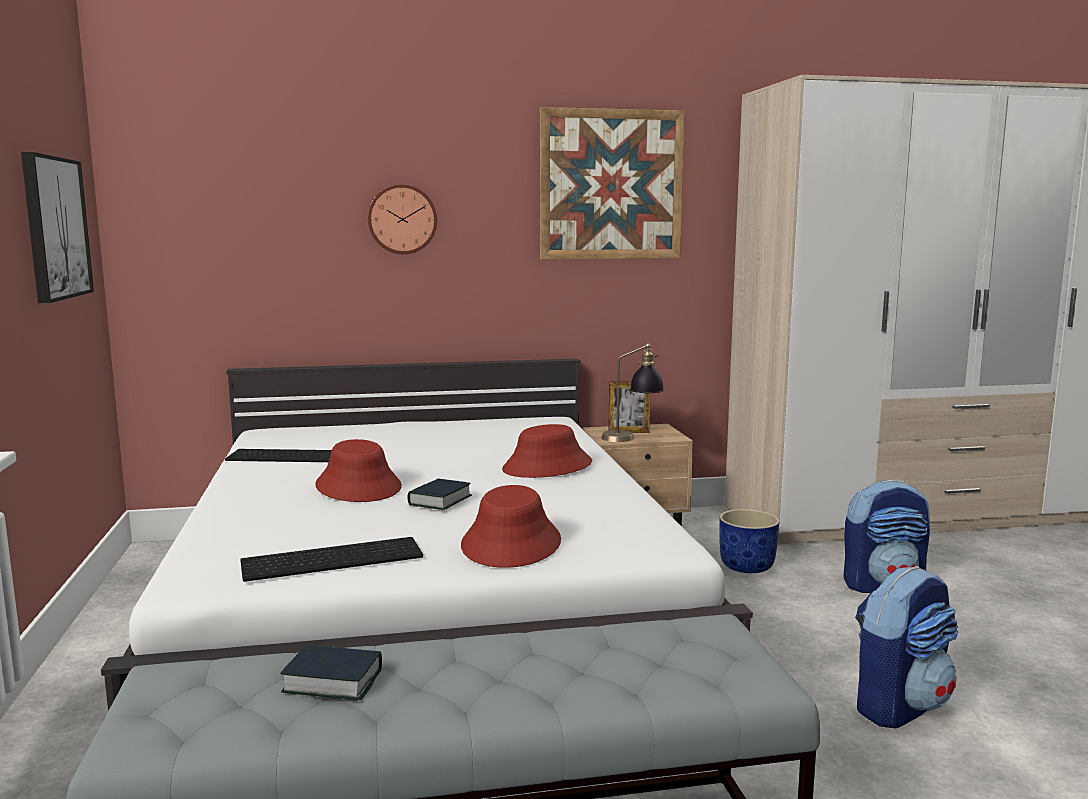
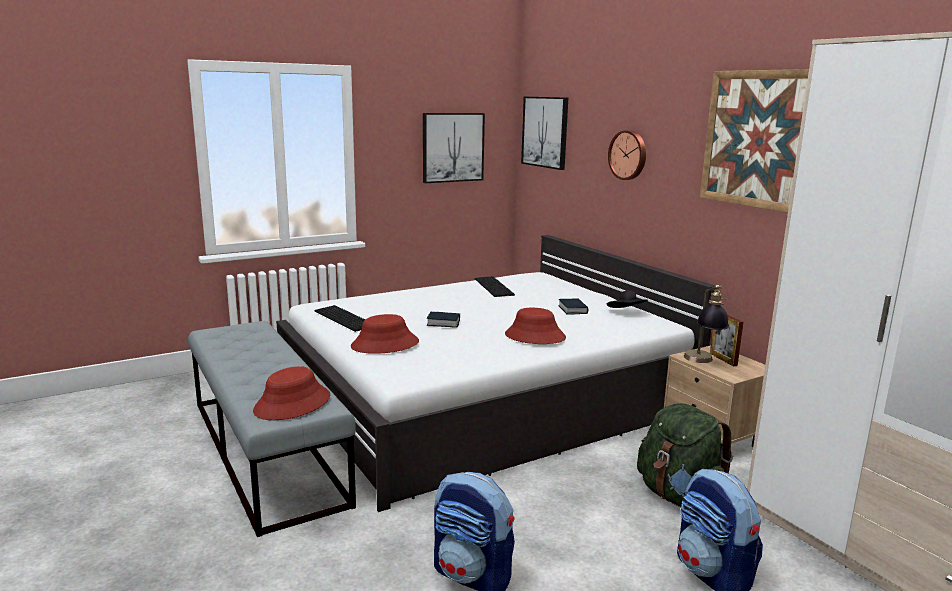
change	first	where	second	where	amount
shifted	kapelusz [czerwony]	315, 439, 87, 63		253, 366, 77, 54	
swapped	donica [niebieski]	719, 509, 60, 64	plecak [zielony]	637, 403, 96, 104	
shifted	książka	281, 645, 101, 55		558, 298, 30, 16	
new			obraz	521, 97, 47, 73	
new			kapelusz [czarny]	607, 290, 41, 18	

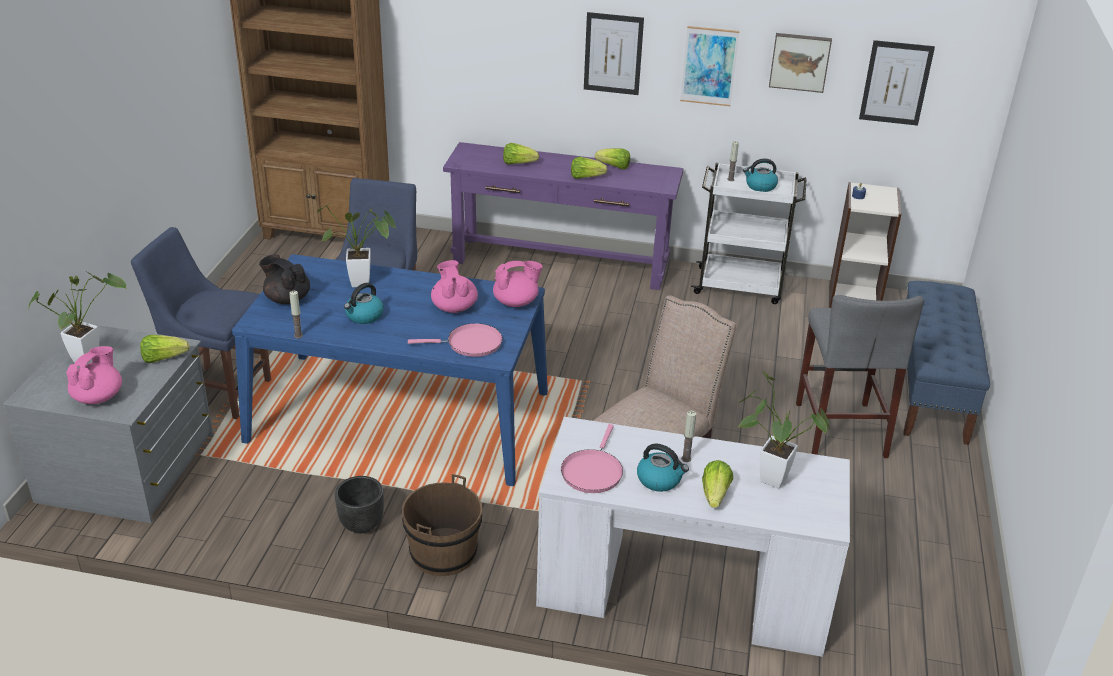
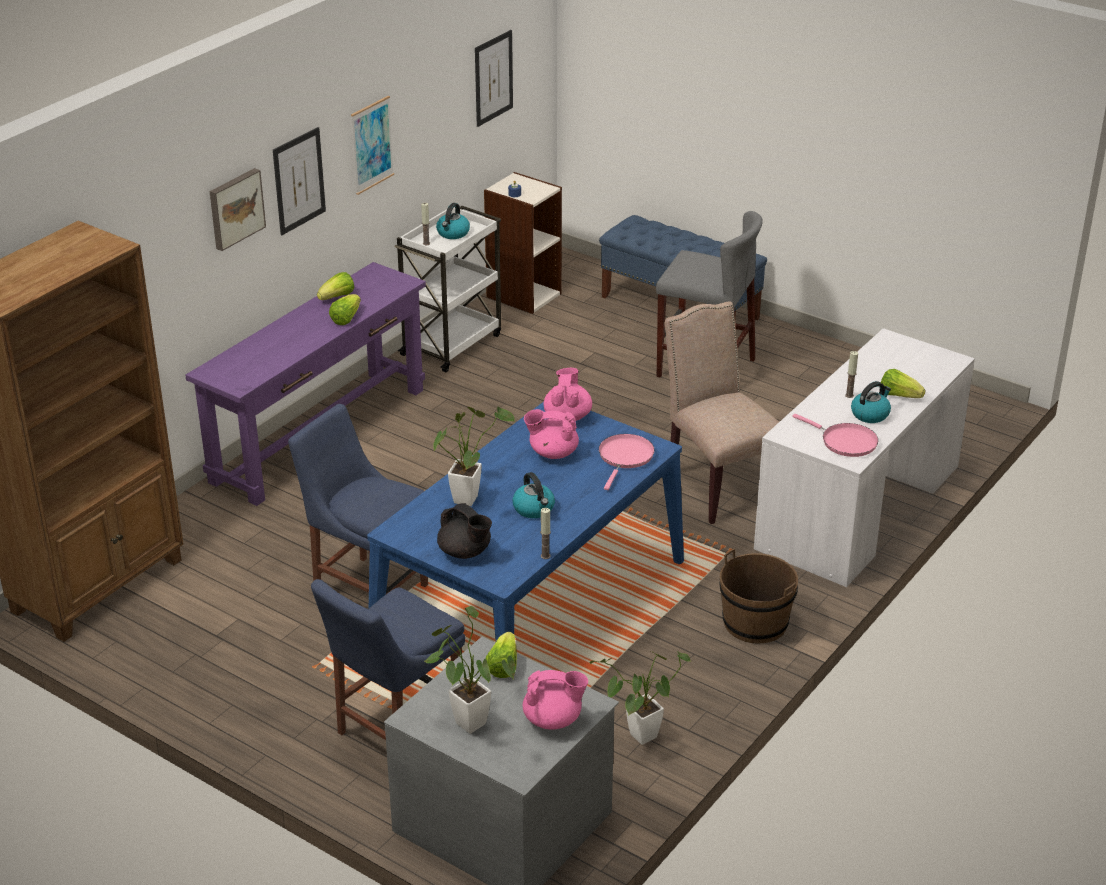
change	first	where	second	where	amount
shifted	obraz	769, 33, 63, 60		210, 168, 56, 83	
gone	sałata	503, 143, 36, 21			
rotated	imbryk [czarny]	259, 254, 51, 50		437, 503, 55, 56	105 degrees counterclockwise
rotated	imbryk [różowy]	66, 346, 56, 58		523, 670, 65, 59	135 degrees clockwise
shifted	roślina doniczkowa	738, 371, 92, 118		590, 651, 100, 94	
gone	donica [czarny]	335, 476, 49, 57			

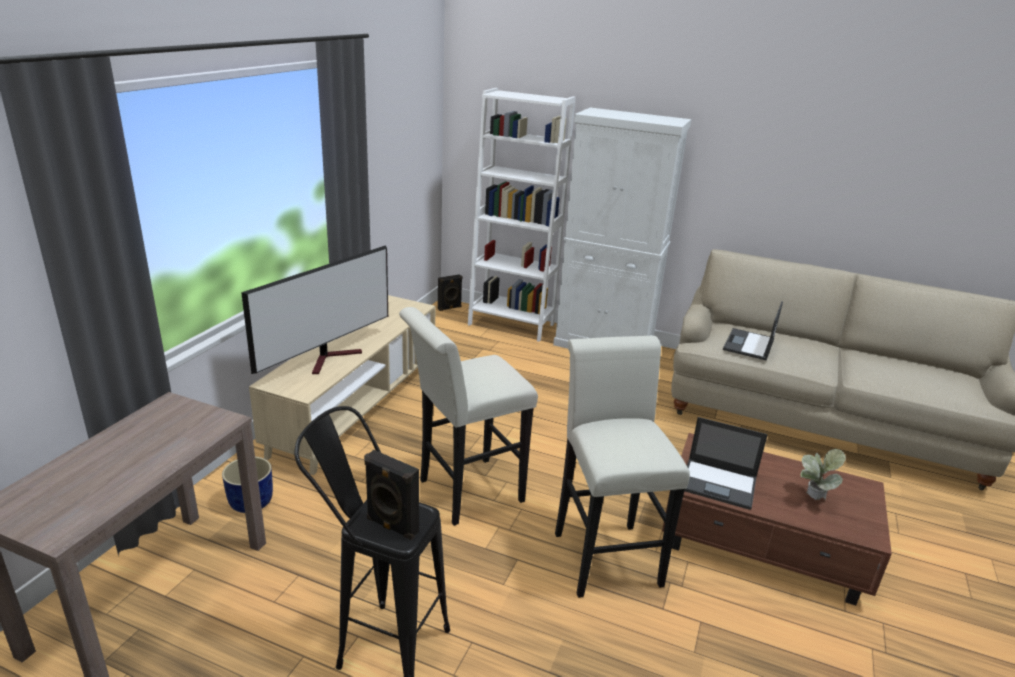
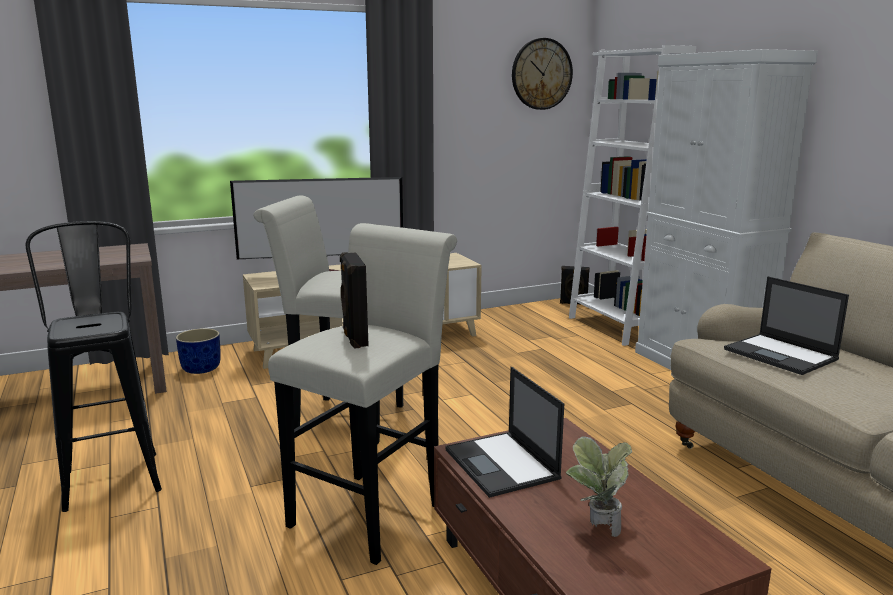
change	first	where	second	where	amount
rotated	laptop	723, 301, 60, 60		724, 276, 125, 99	105 degrees counterclockwise
shifted	głośnik [czarny]	364, 450, 55, 90		340, 252, 29, 97	
new			zegar ścienny	512, 38, 61, 72	

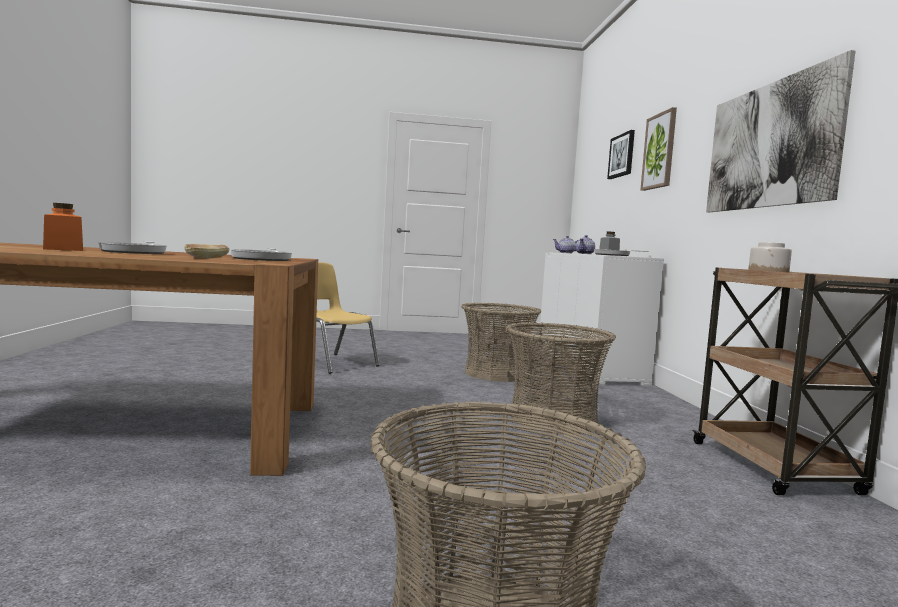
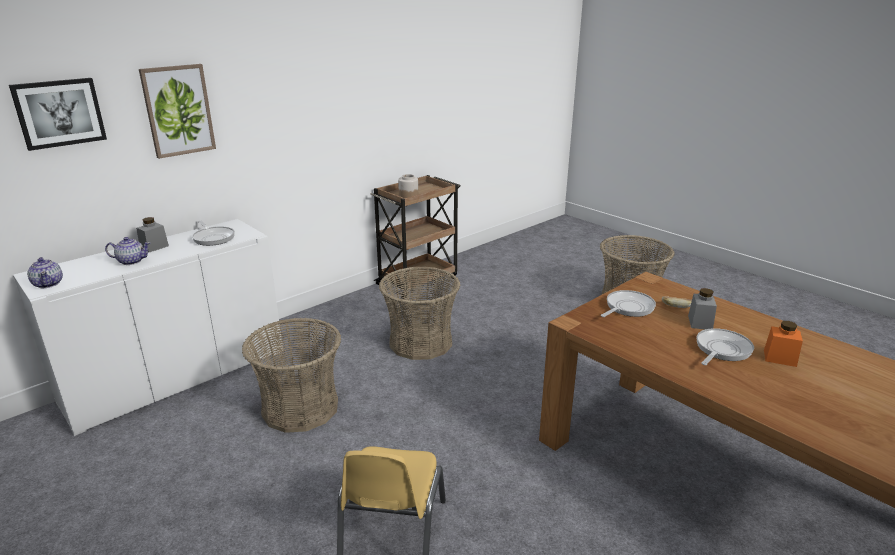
change	first	where	second	where	amount
gone	obraz	706, 50, 149, 162			
new			słoik [szary]	688, 288, 29, 41	

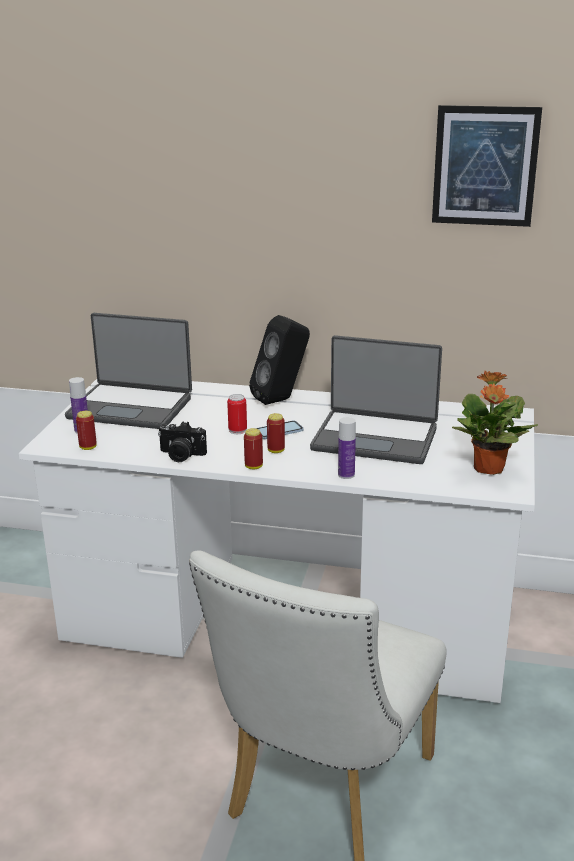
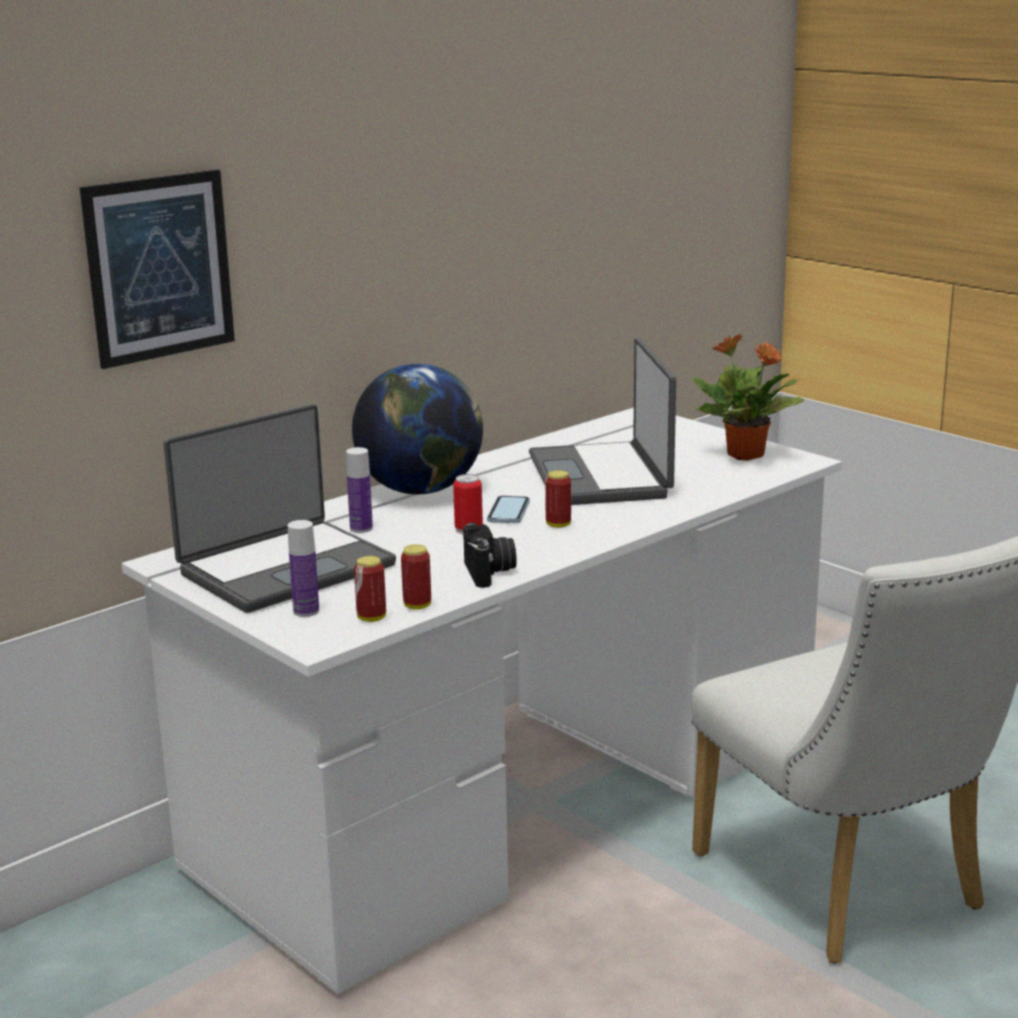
change	first	where	second	where	amount
shifted	obraz	432, 105, 110, 122		79, 170, 156, 199	
swapped	głośnik [czarny]	249, 315, 61, 90	globus	352, 364, 131, 131	
rotated	laptop	310, 335, 132, 129		529, 338, 147, 167	120 degrees clockwise
shifted	butelka	338, 417, 18, 62		346, 447, 27, 86	
rotated	aparat fotograficzny	158, 421, 49, 41		463, 523, 54, 65	60 degrees counterclockwise
shifted	puszka	244, 428, 19, 41		401, 544, 30, 66	

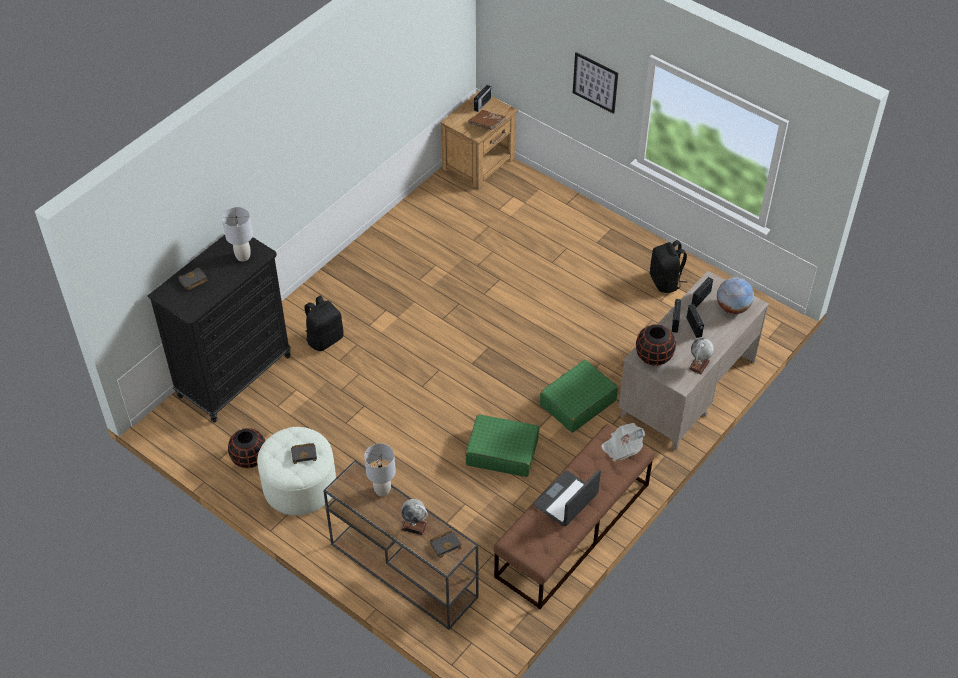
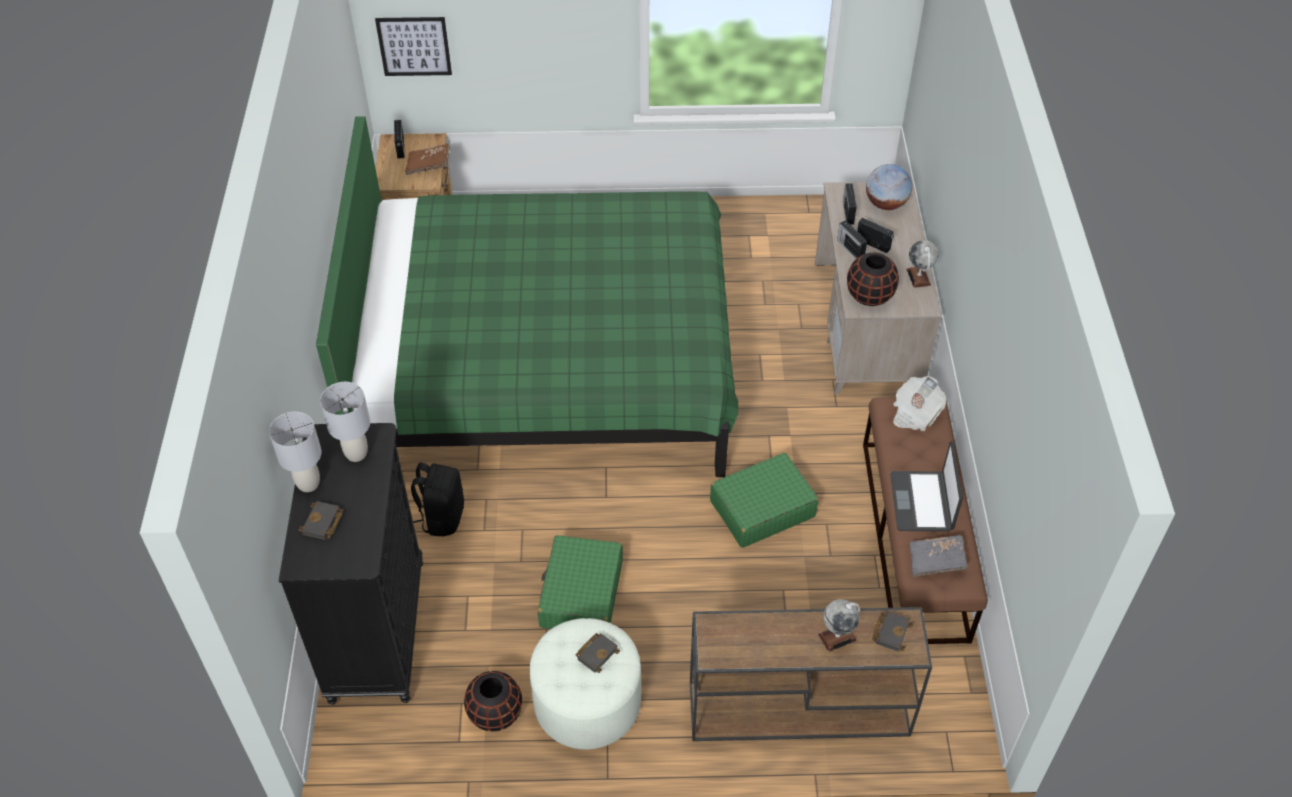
change	first	where	second	where	amount
shifted	obraz	573, 52, 45, 62		375, 17, 77, 59	
gone	plecak [czarny]	650, 240, 37, 53			
shifted	walizka [zielony]	540, 360, 78, 73		538, 535, 85, 94	
shifted	lampa stołowa [szary]	364, 443, 32, 53		269, 412, 52, 80	
new			łóżko [zielony]	316, 116, 422, 361	
new			książka [szary]	910, 535, 58, 42	

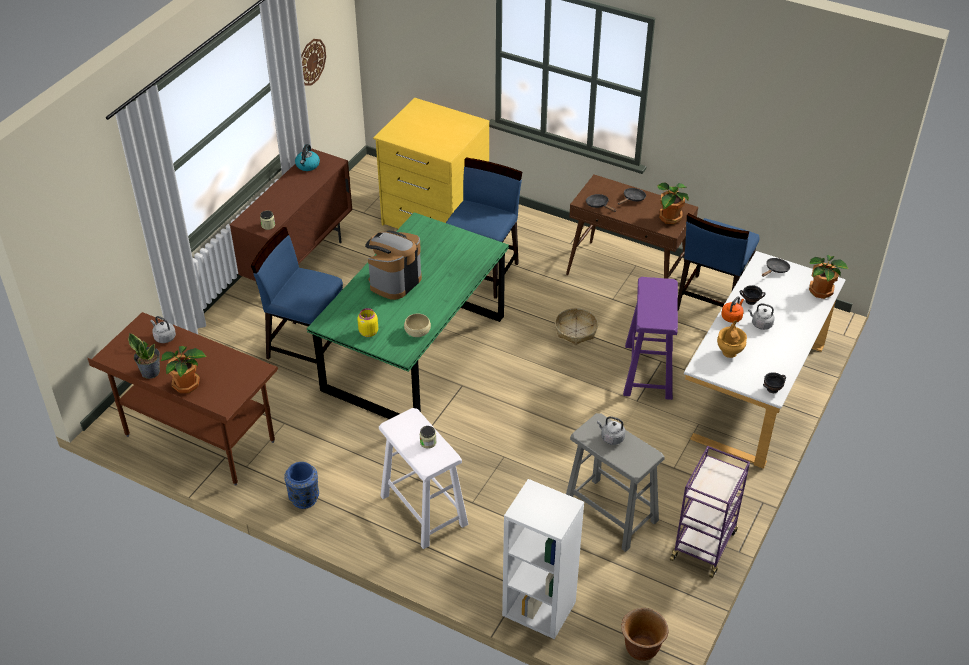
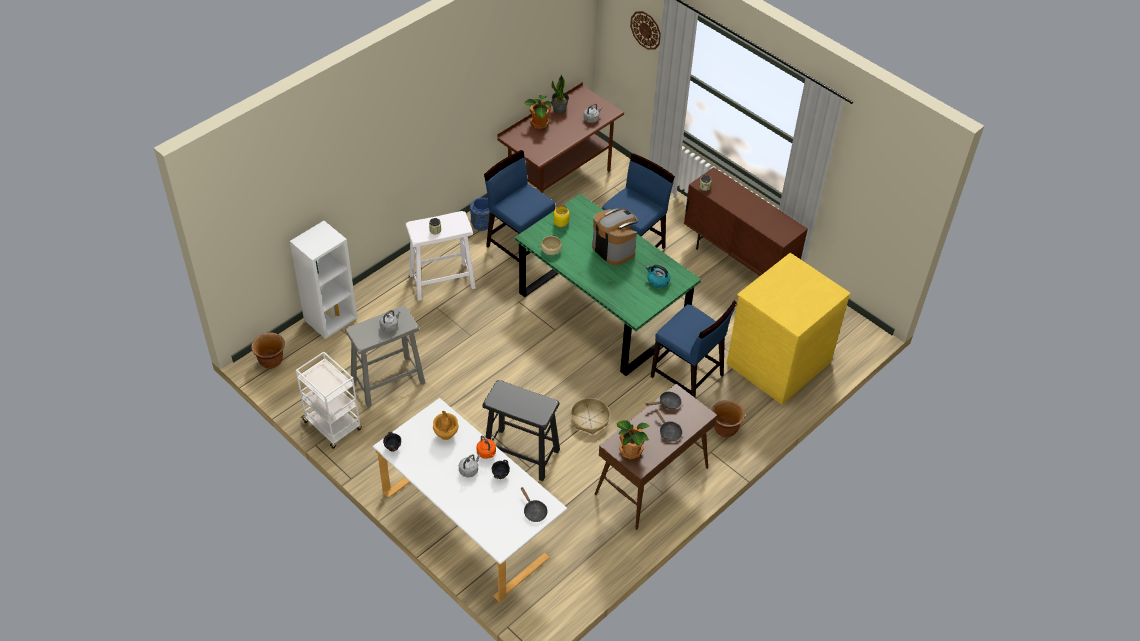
change	first	where	second	where	amount
shifted	zegar ścienny	301, 39, 25, 47		630, 11, 31, 39	
shifted	czajnik	295, 144, 25, 27		646, 265, 24, 23	
shifted	krzesło [niebieski]	678, 213, 81, 97		484, 150, 71, 112	
gone	roślina doniczkowa	809, 255, 39, 44			
repainted	stołek [fioletowy]	623, 277, 55, 123	stołek [czarny]	482, 380, 78, 101	
repainted	wózek [fioletowy]	670, 446, 80, 132	wózek [biały]	296, 351, 66, 98	
new			donica [brązowy]	712, 400, 33, 37	

